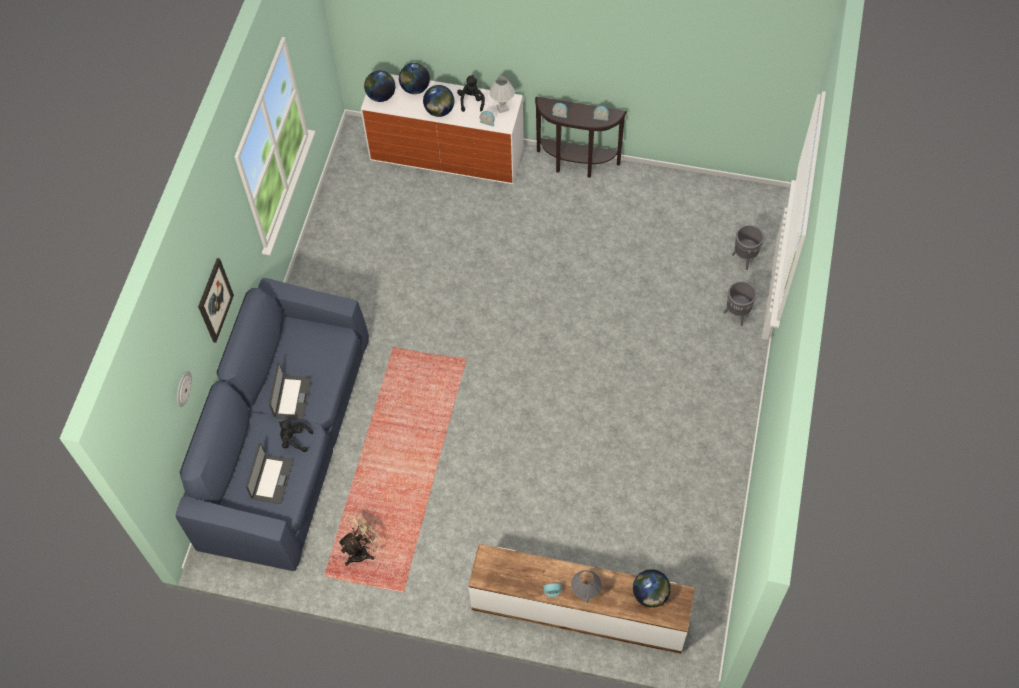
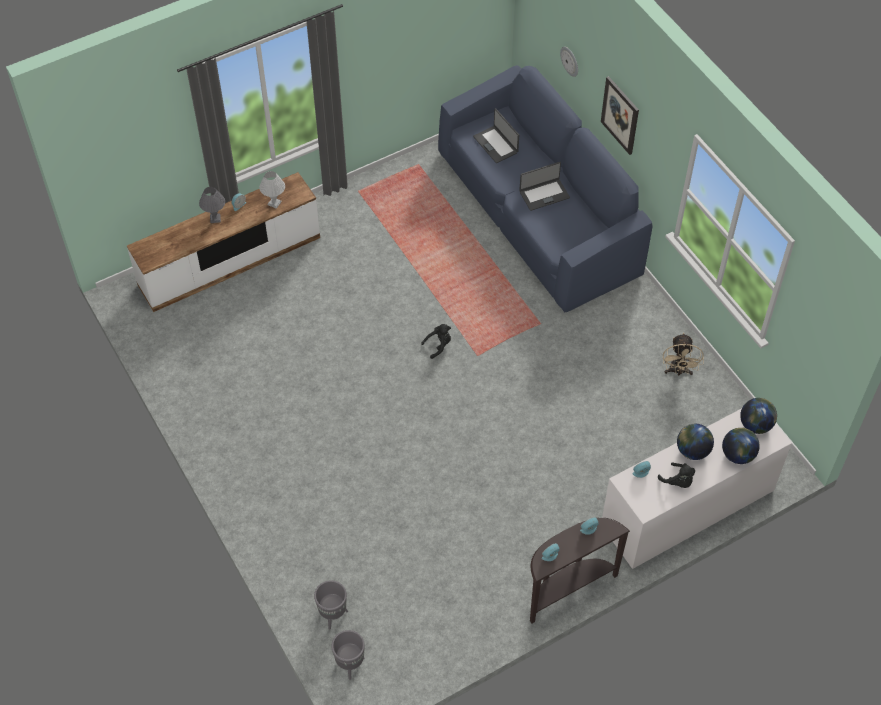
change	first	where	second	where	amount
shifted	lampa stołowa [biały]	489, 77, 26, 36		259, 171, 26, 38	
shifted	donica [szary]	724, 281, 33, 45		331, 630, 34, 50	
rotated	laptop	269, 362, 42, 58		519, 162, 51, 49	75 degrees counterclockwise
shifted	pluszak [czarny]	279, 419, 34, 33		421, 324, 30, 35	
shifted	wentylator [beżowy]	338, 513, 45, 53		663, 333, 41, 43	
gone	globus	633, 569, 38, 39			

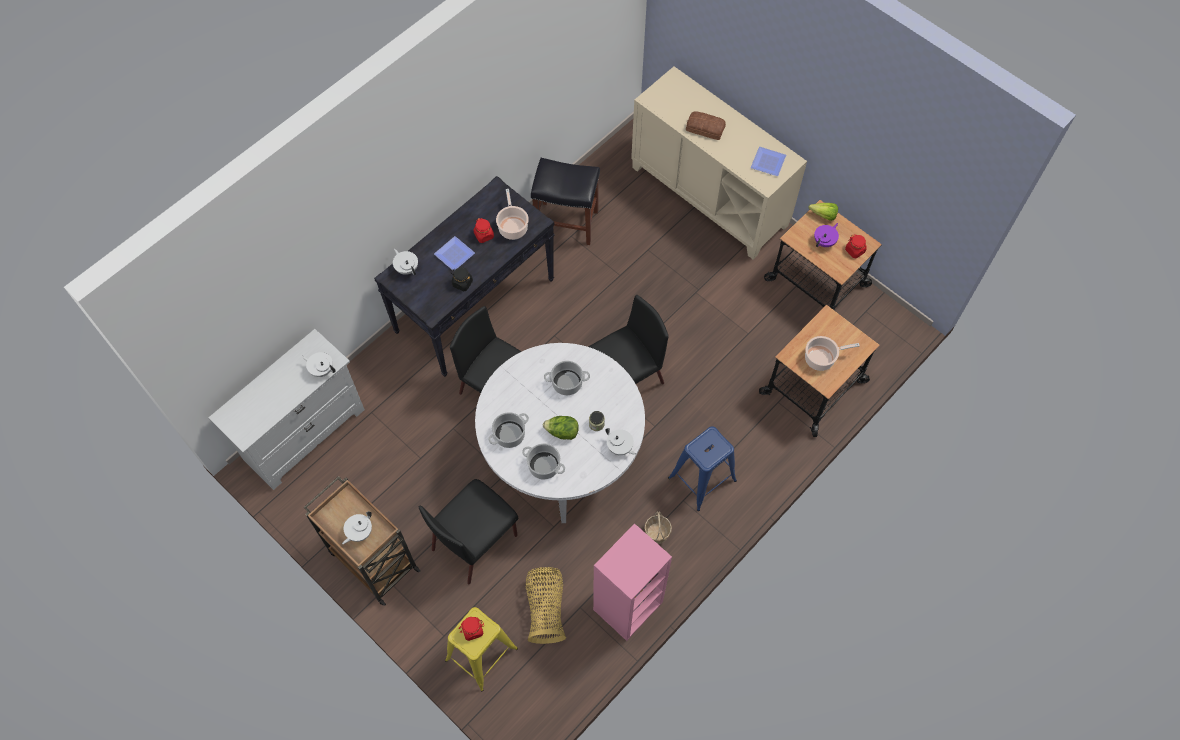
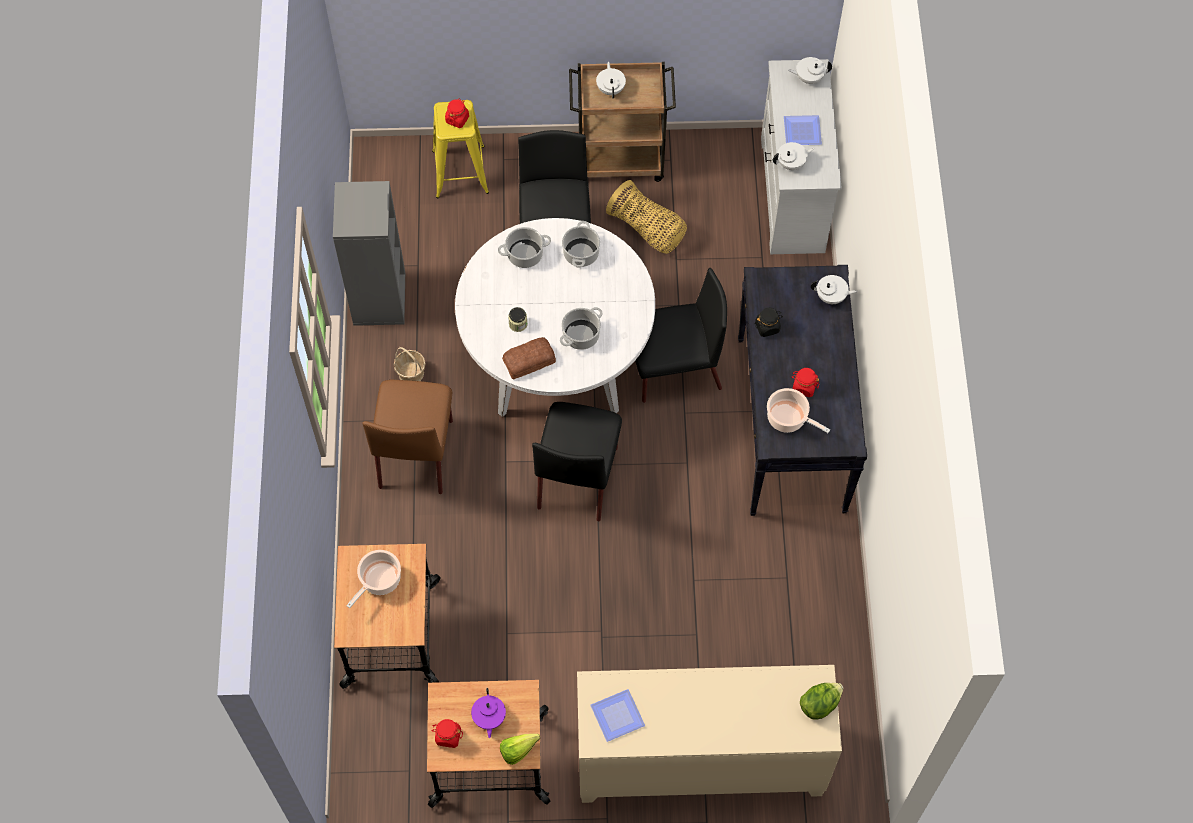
change	first	where	second	where	amount
shifted	chleb	686, 111, 40, 29		502, 337, 54, 42	
gone	stołek [czarny]	531, 158, 69, 87			
shifted	talerz	434, 236, 41, 34		784, 115, 38, 30	
shifted	sałata	543, 416, 36, 24		800, 683, 43, 37	
swapped	stołek [niebieski]	668, 426, 69, 85	krzesło [brązowy]	362, 380, 91, 114	
shifted	imbryk [biały]	605, 428, 32, 27		788, 57, 44, 27	
repainted	regał [różowy]	593, 524, 79, 117	regał [szary]	333, 181, 72, 145	
shifted	koszyk	526, 567, 40, 77		606, 180, 81, 74	

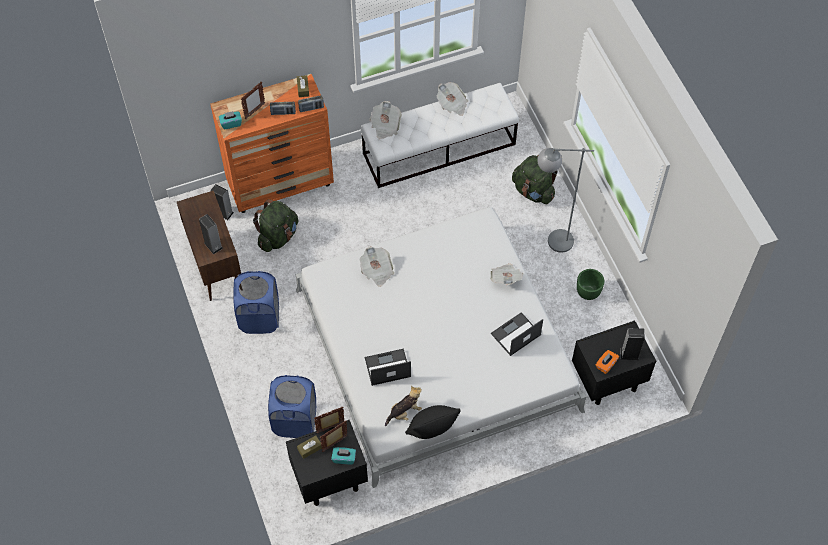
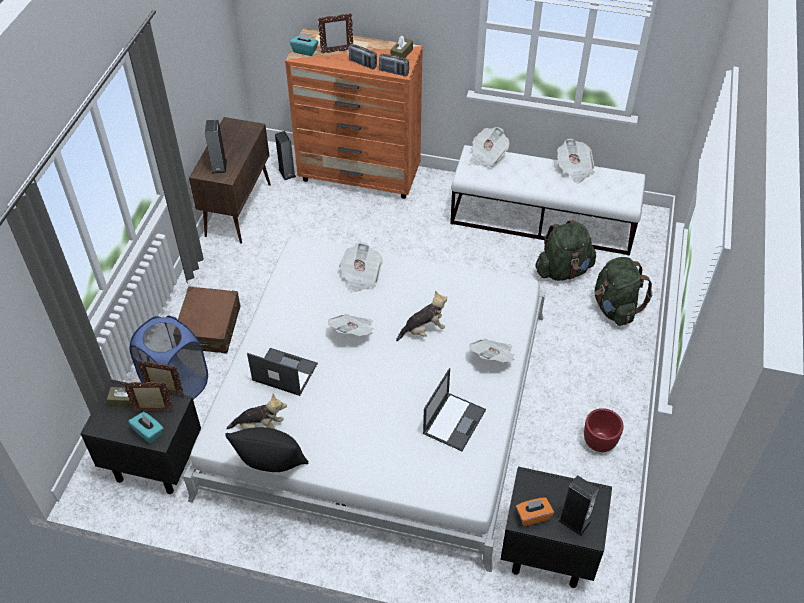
change	first	where	second	where	amount
gone	lampa stojąca [szary]	537, 148, 57, 105			
shifted	plecak [zielony]	253, 199, 45, 53		535, 220, 61, 61	
repainted	donica [zielony]	577, 269, 27, 31	donica [czerwony]	584, 408, 40, 44	
gone	kosz na pranie [niebieski]	233, 271, 46, 63			
rotated	laptop	491, 312, 52, 44		423, 368, 63, 83	120 degrees clockwise
new			walizka [brązowy]	178, 287, 63, 67	
new			pluszak	396, 291, 52, 50	
new			gazeta	328, 314, 45, 22	

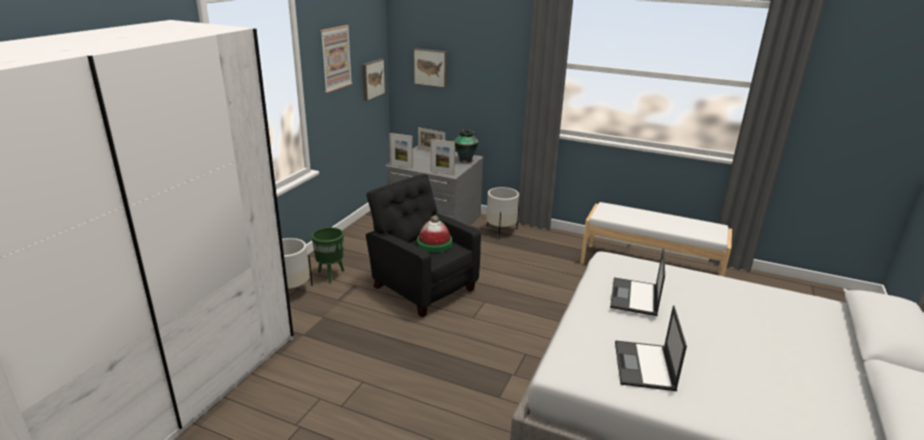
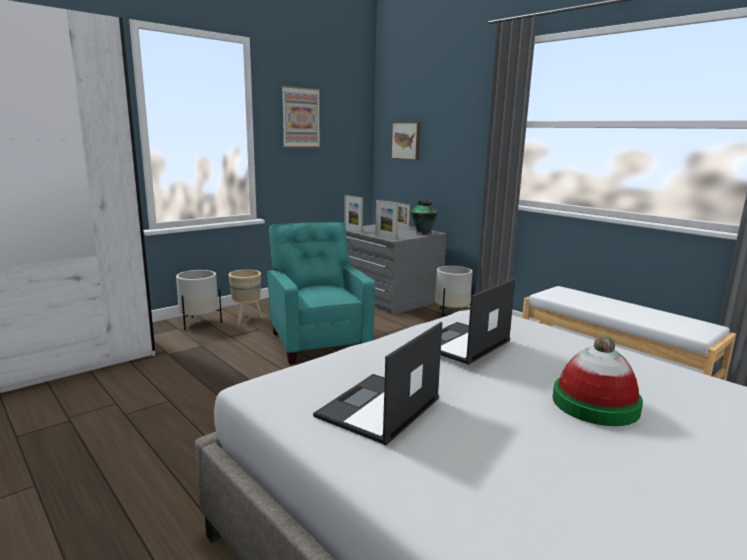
change	first	where	second	where	amount
gone	obraz	362, 59, 23, 42			
repainted	fotel [czarny]	366, 174, 115, 143	fotel [turkusowy]	267, 222, 108, 142	
shifted	kapelusz	417, 215, 35, 37		553, 335, 90, 91	
repainted	donica [zielony]	311, 227, 33, 56	donica [beżowy]	228, 269, 34, 55	

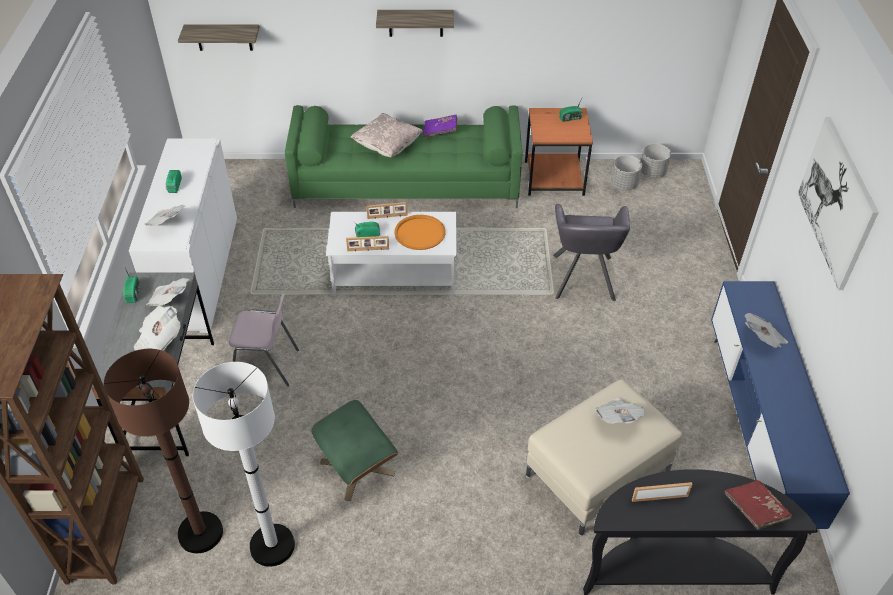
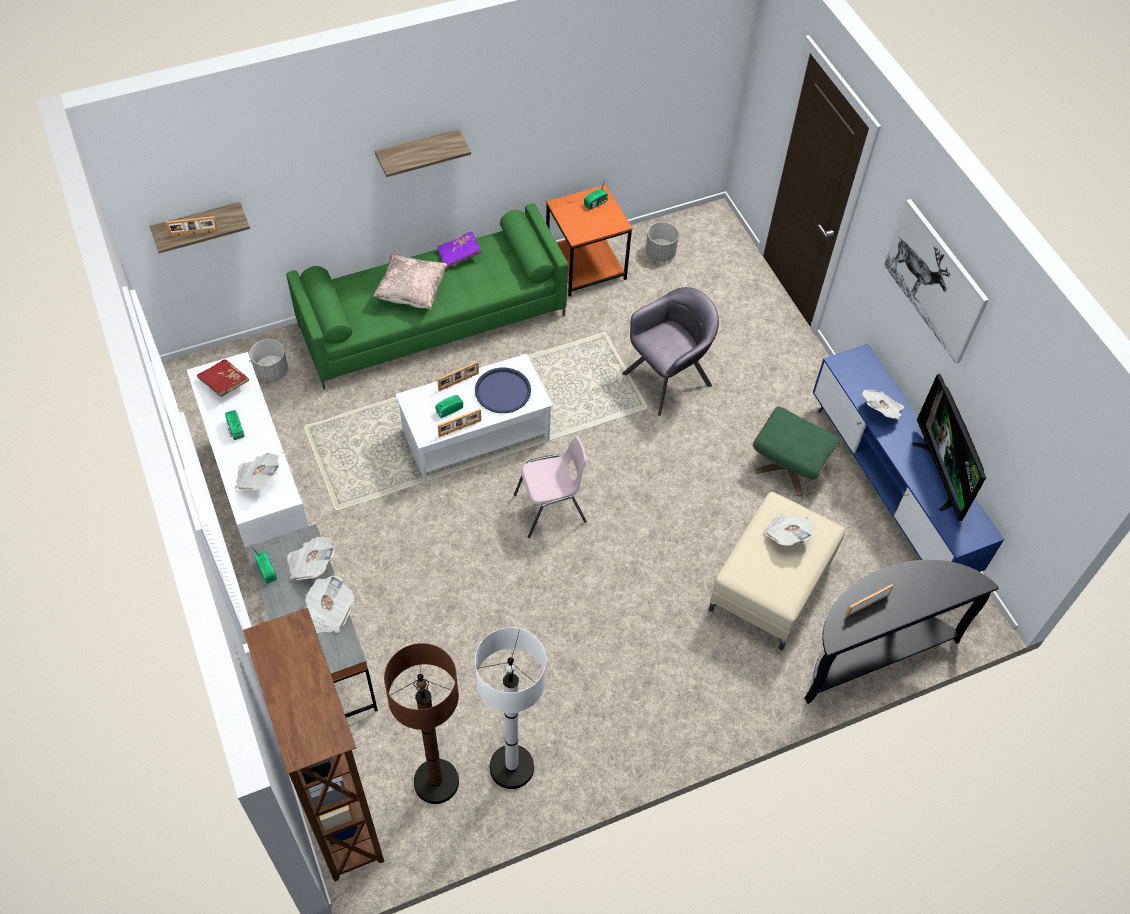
change	first	where	second	where	amount
shifted	donica [szary]	641, 144, 30, 34		250, 339, 38, 43	
rotated	fotel [szary]	553, 204, 77, 97		622, 287, 97, 129	105 degrees counterclockwise
repainted	taca [pomarańczowy]	394, 215, 52, 35	taca [niebieski]	475, 368, 56, 45	
shifted	krzesło [różowy]	229, 293, 70, 93		514, 436, 73, 102	
shifted	pufa [zielony]	311, 400, 87, 101		753, 406, 88, 90	
shifted	książka [czerwony]	725, 480, 67, 50		197, 359, 52, 38	
new			ramka na zdjęcie	165, 216, 53, 21	
new			telewizor	913, 374, 73, 147	

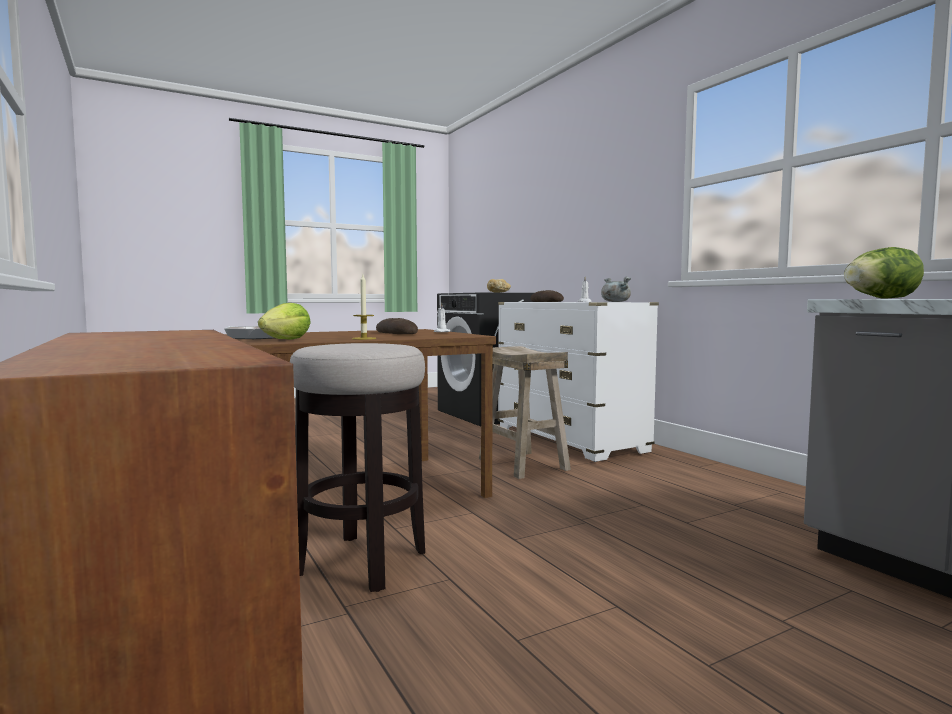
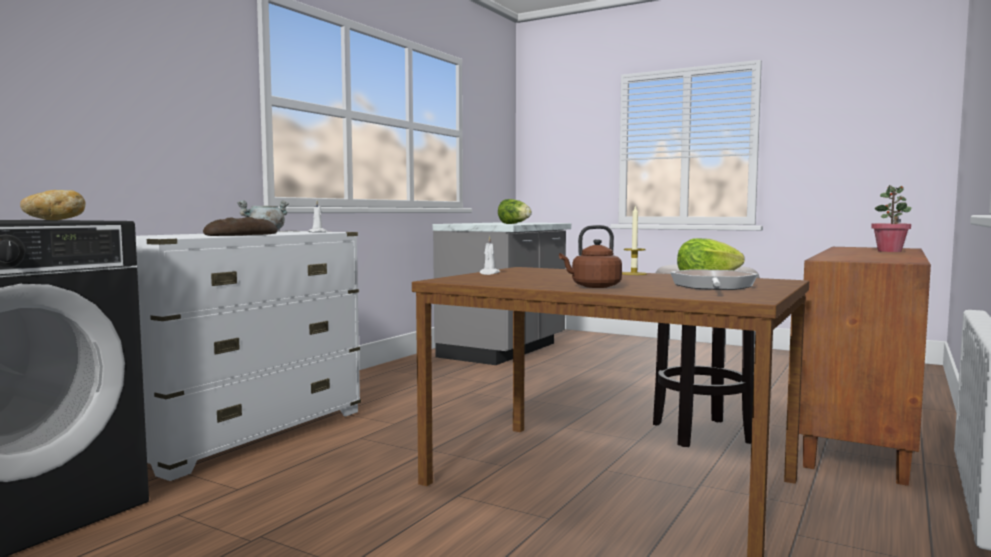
change	first	where	second	where	amount
gone	chleb	376, 318, 42, 16			
gone	stołek [beżowy]	479, 346, 92, 133			
new			roślina doniczkowa	871, 185, 40, 67	
new			czajnik [brązowy]	559, 225, 63, 63	

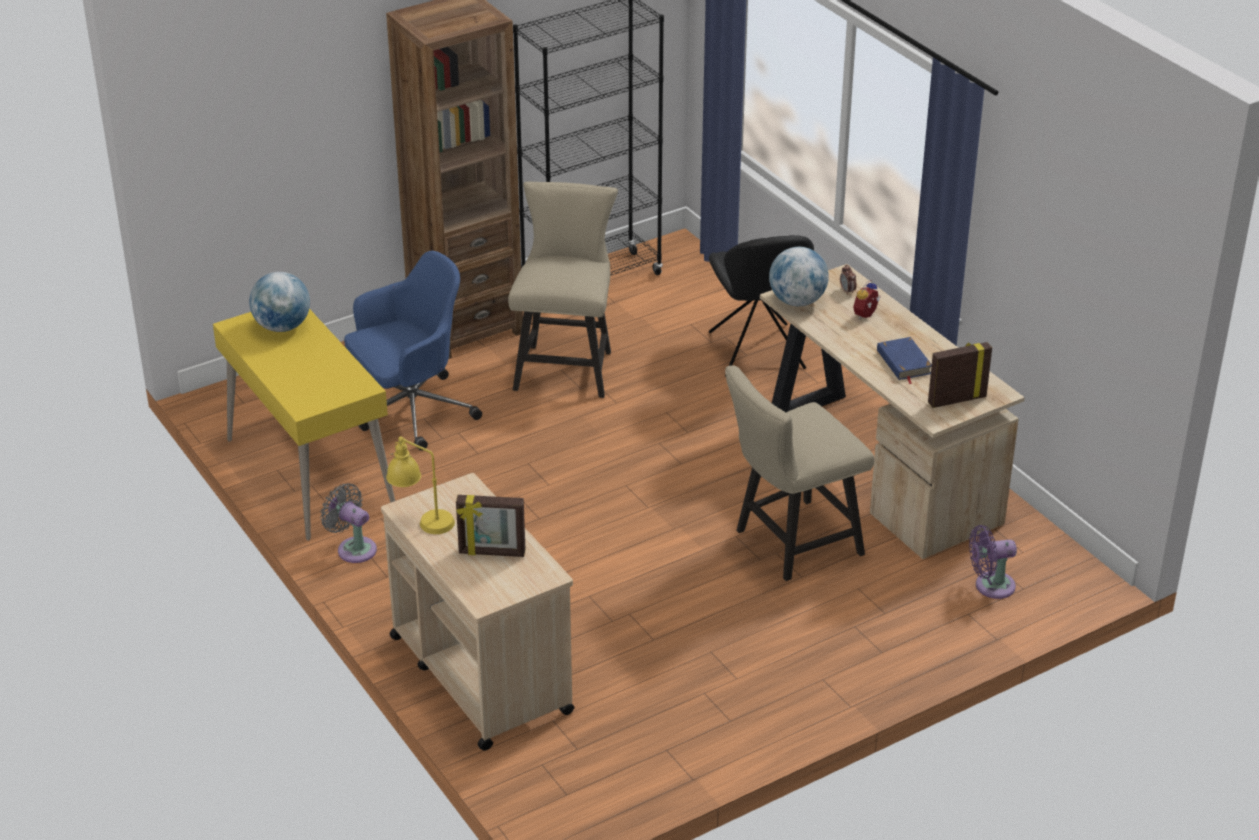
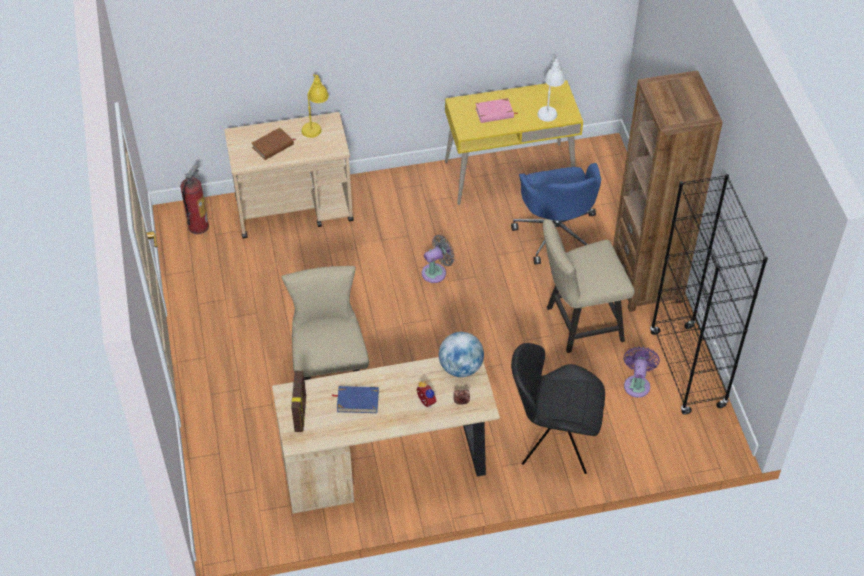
change	first	where	second	where	amount
rotated	krzesło [beżowy]	508, 182, 110, 216		543, 219, 92, 134	135 degrees clockwise
swapped	globus	249, 272, 61, 60	lampa stołowa [biały]	537, 58, 28, 64	
shifted	wentylator [szary]	320, 483, 57, 80		422, 235, 33, 48	
swapped	ramka na zdjęcie	456, 495, 70, 62	książka [brązowy]	252, 128, 44, 32	
shifted	wentylator [fioletowy]	969, 525, 48, 74		623, 346, 37, 52	
new			książka [różowy]	475, 98, 43, 25	
new			gaśnica	180, 164, 29, 70	

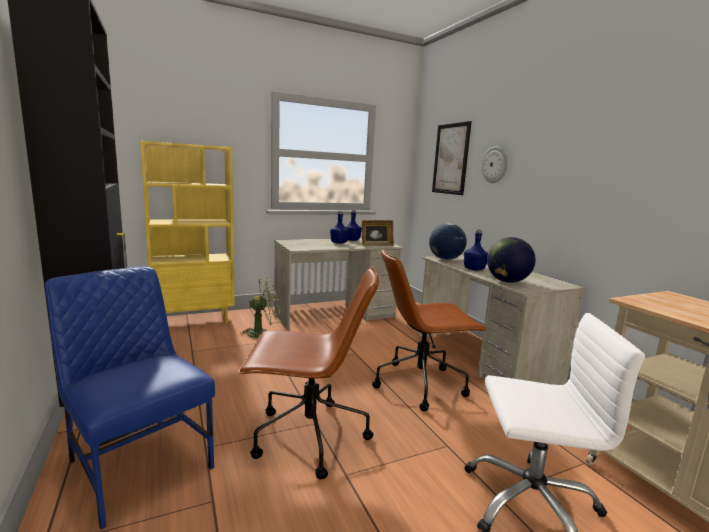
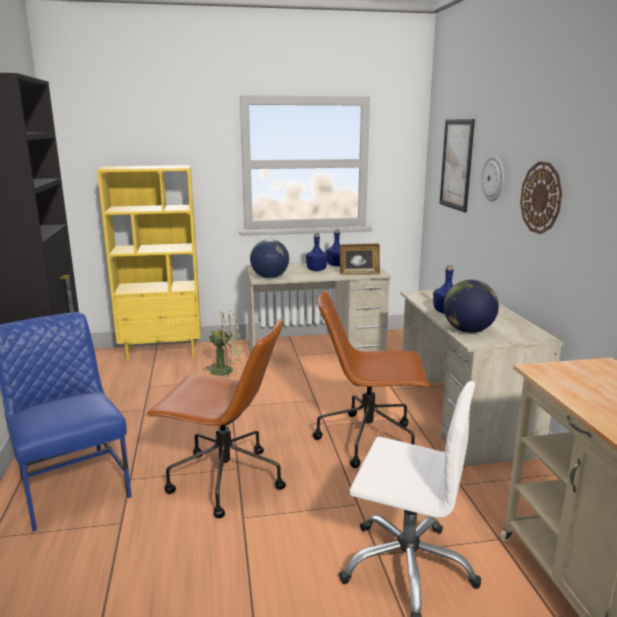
change	first	where	second	where	amount
shifted	globus	429, 223, 38, 37		250, 239, 39, 39	
new			zegar ścienny	520, 161, 42, 73	

